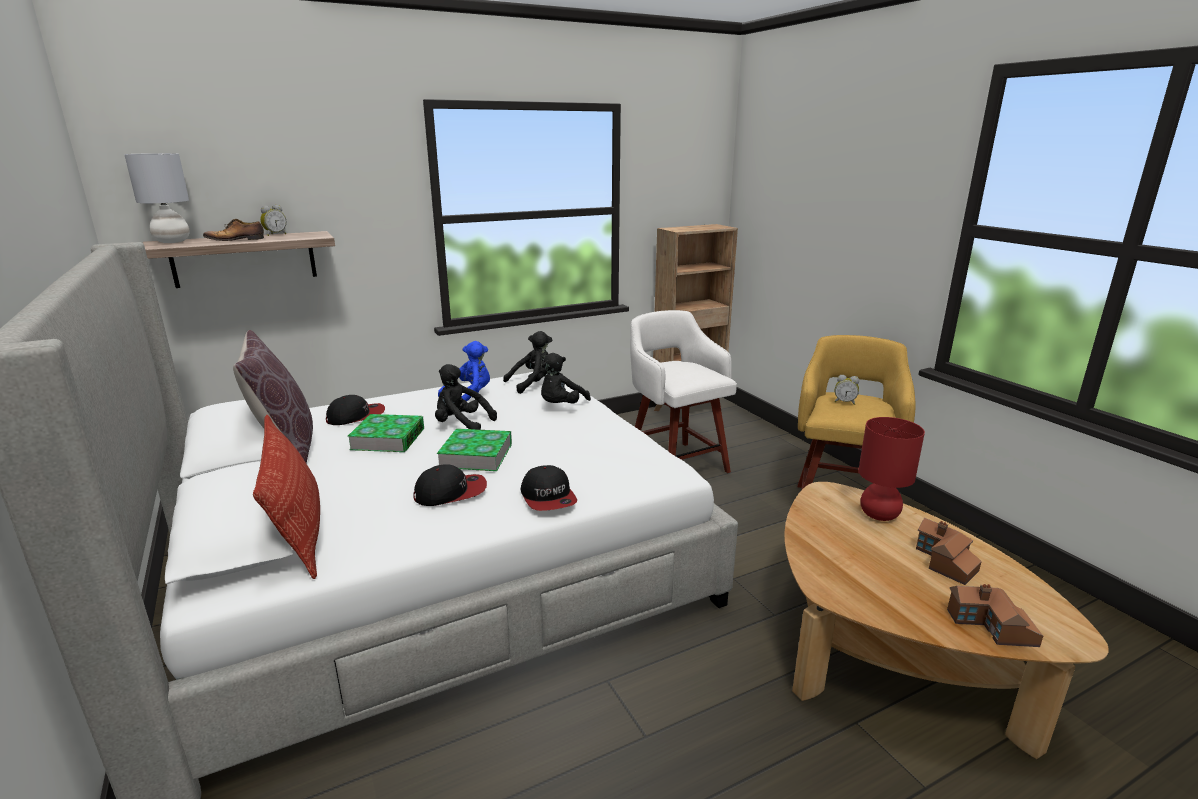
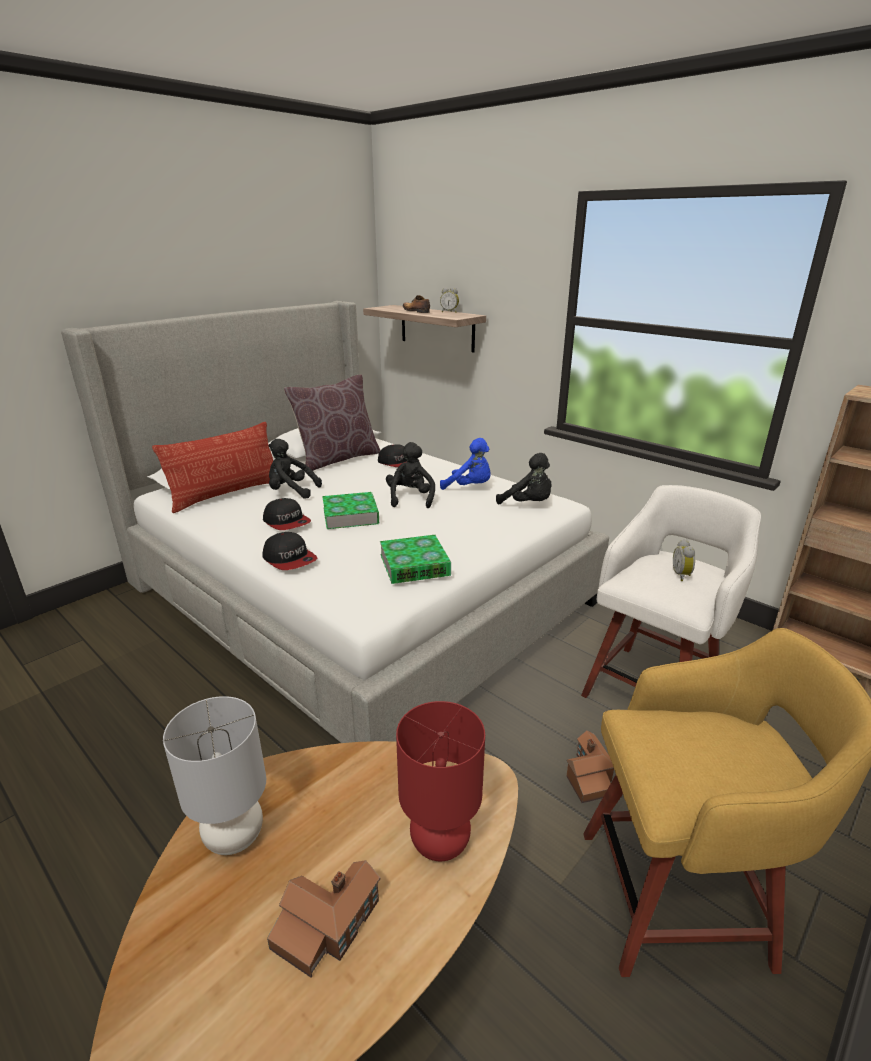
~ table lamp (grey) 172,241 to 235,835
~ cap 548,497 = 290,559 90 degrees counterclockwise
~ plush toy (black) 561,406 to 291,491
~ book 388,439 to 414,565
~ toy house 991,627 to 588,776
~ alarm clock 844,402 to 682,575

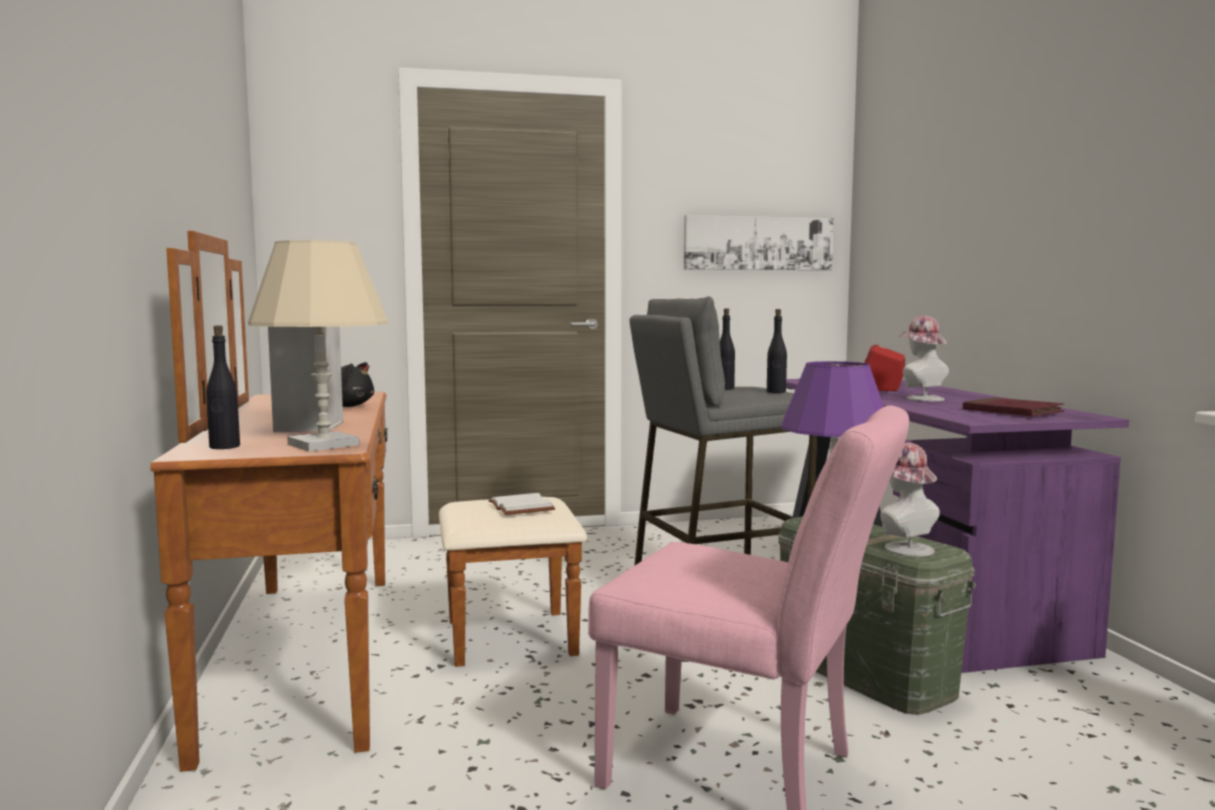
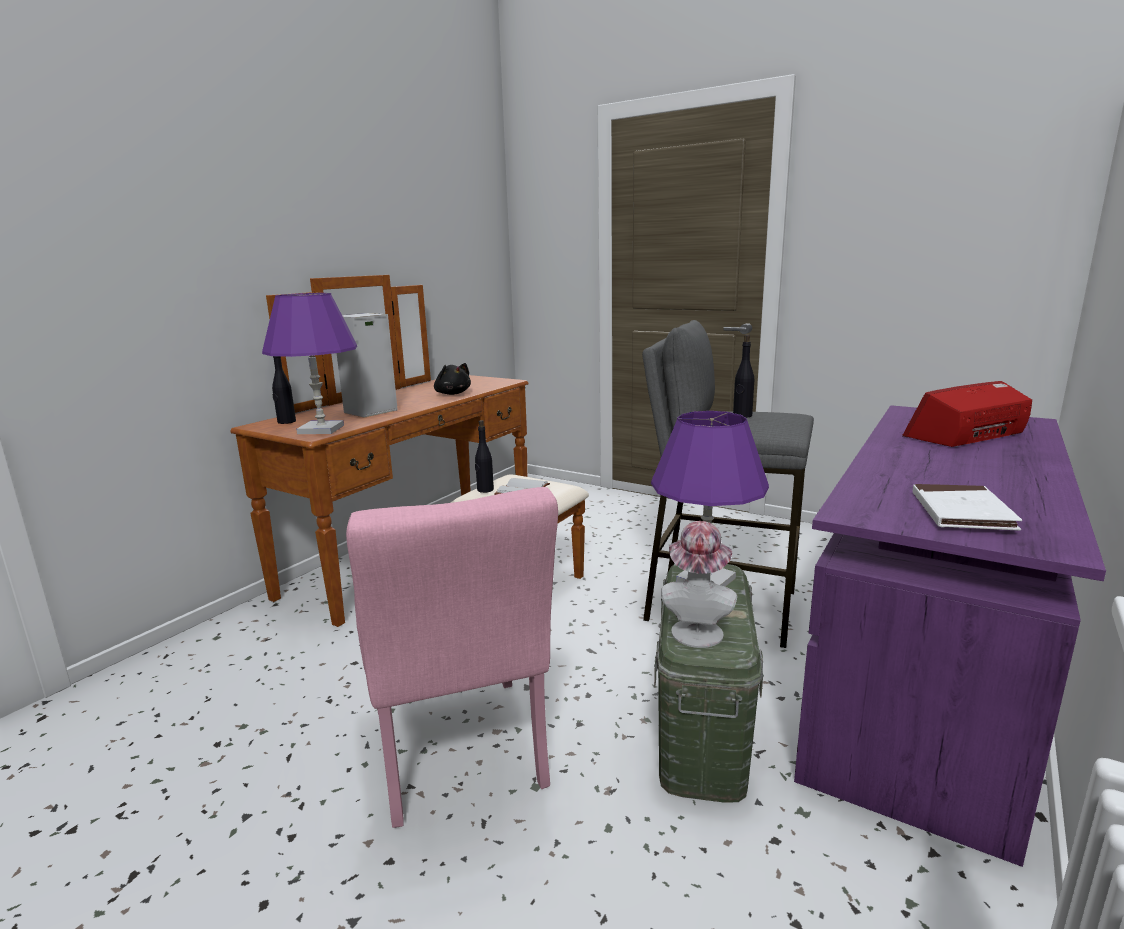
~ table lamp (beige) 324,444 to table lamp (purple) 321,429
~ bottle (black) 776,391 to 485,490
~ book (red) 1012,412 to book (white) 961,512
- picture 757,243
- hat 920,398

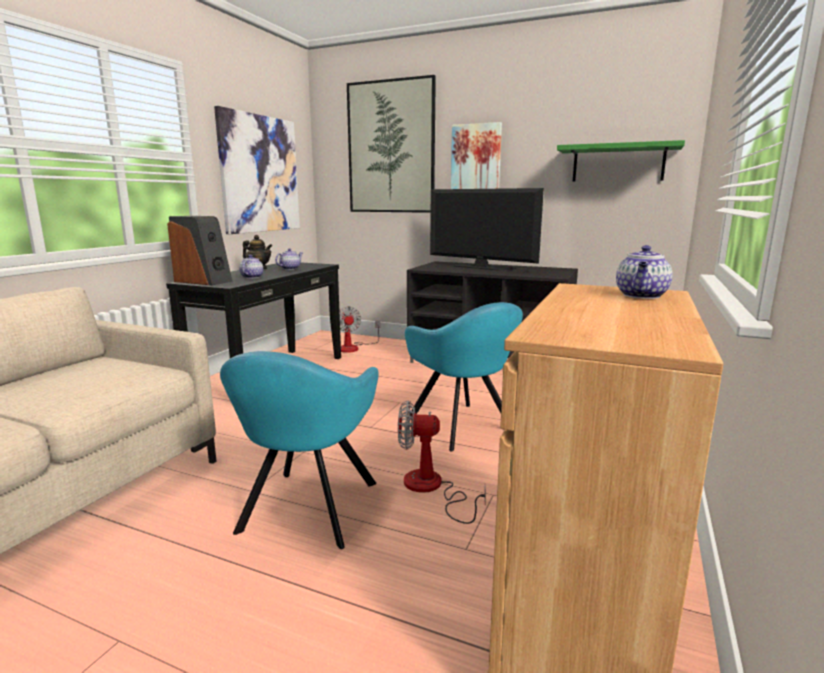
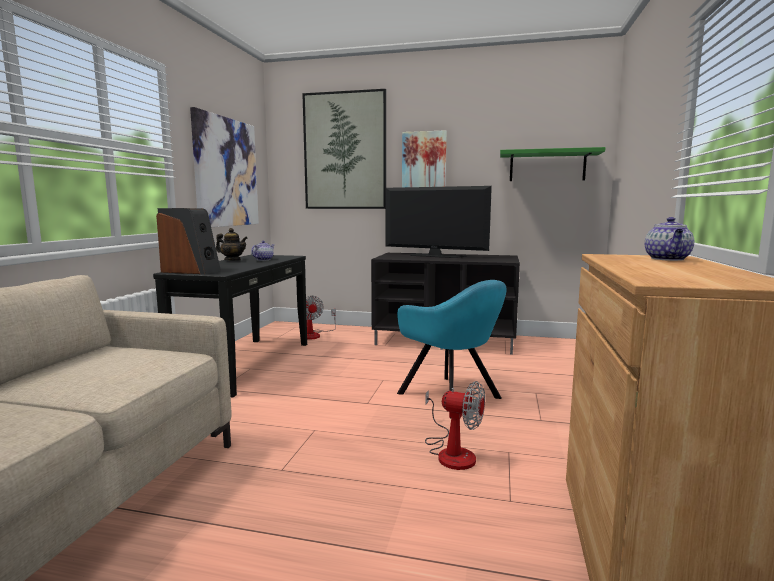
~ fan 431,489 = 451,452 150 degrees counterclockwise
- armchair (turquoise) 307,510
- teapot 252,277

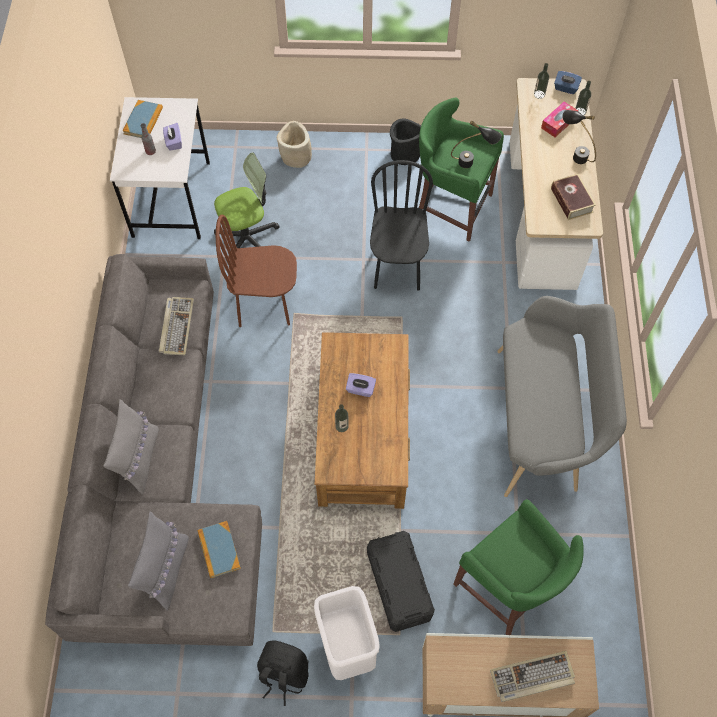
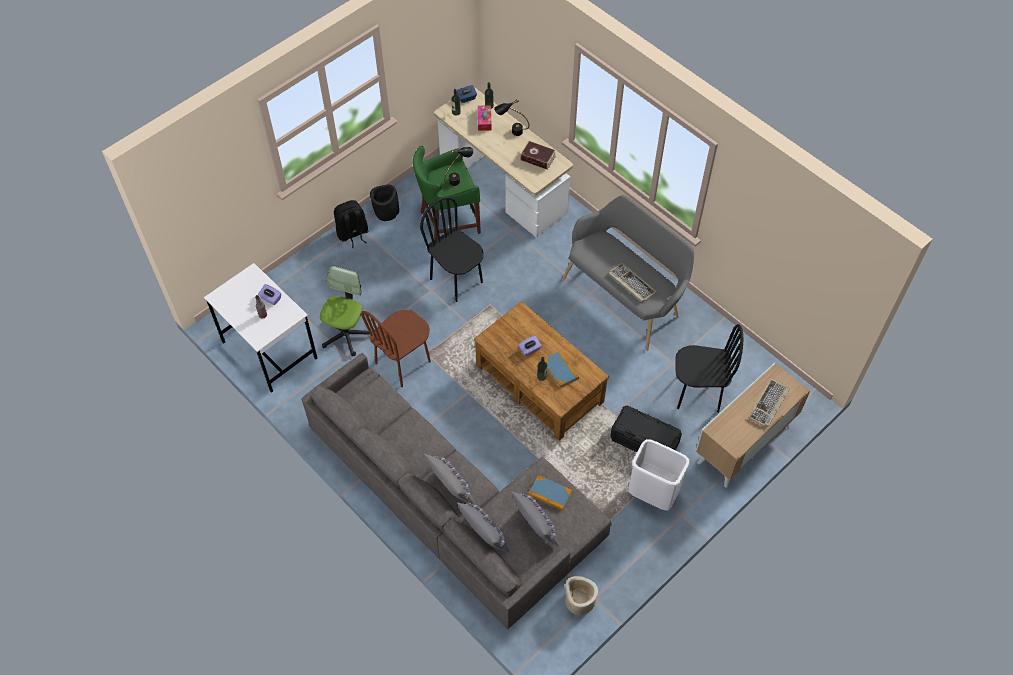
~ backpack (black) 283,674 to 352,234
+ pillow (grey) 483,537
~ book 143,121 to 560,370
~ planter (beige) 296,157 to 579,601
~ keyboard 176,326 to 631,283
~ stool (green) 508,589 to chair (black) 697,394

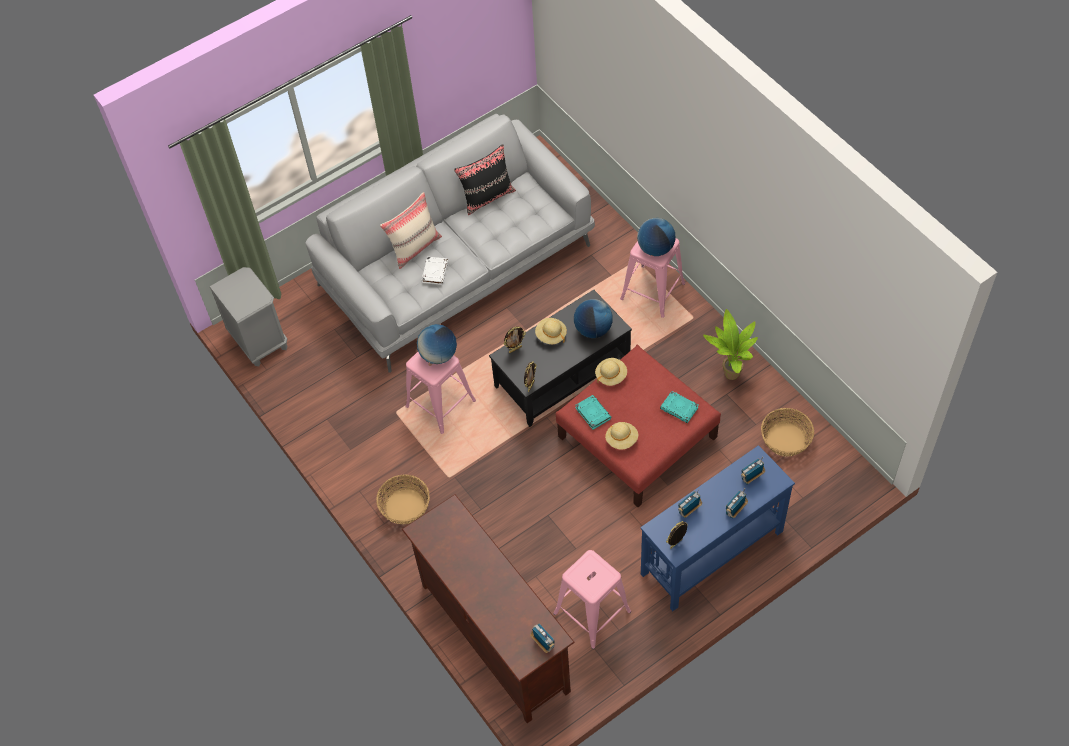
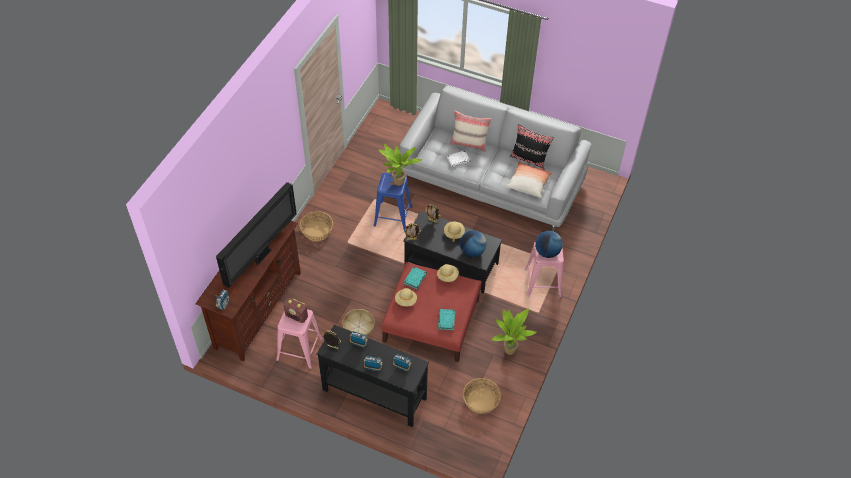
+ television 262,255
+ radio 297,316
~ console table (blue) 711,552 to console table (black) 374,393
+ basket 358,327
~ stool (pink) 440,404 to stool (blue) 393,216
~ globe 438,355 to potted plant 398,184
+ pillow 528,184
- nightstand (grey) 259,341

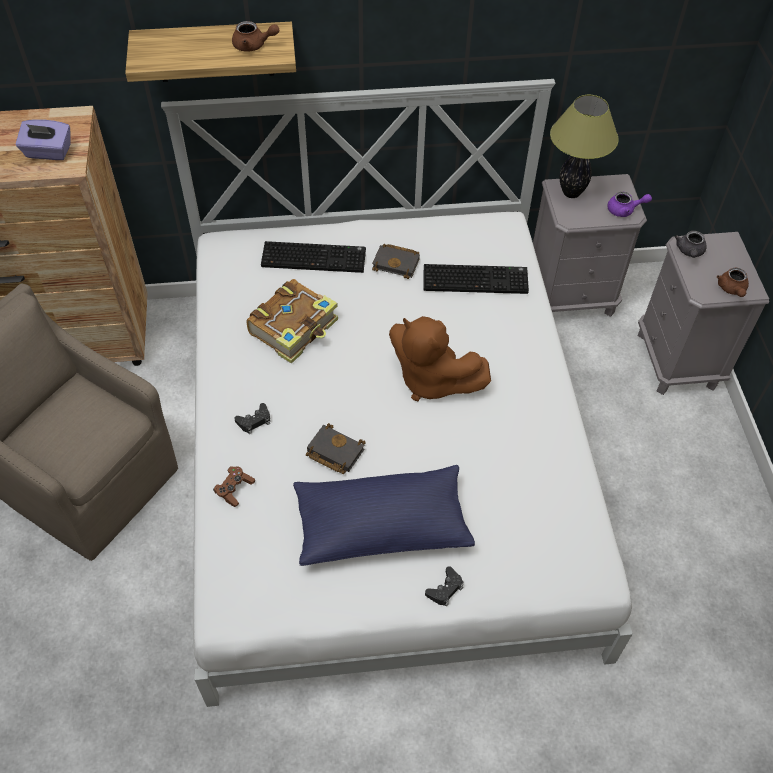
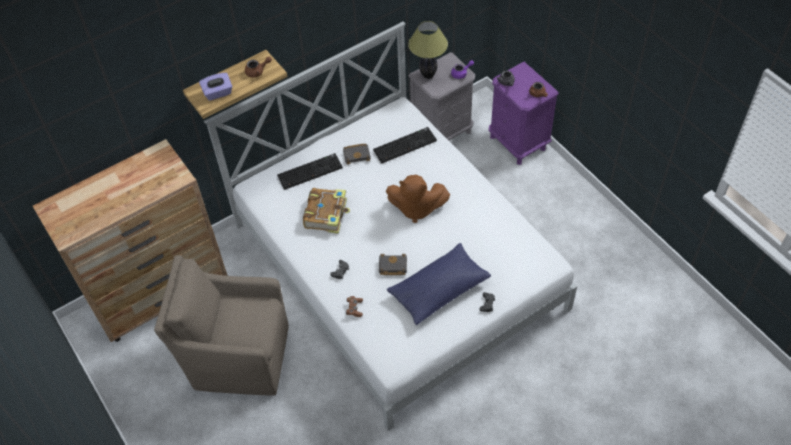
~ tissue box (purple) 48,152 to 218,93
~ nightstand (grey) 677,360 to nightstand (purple) 518,142

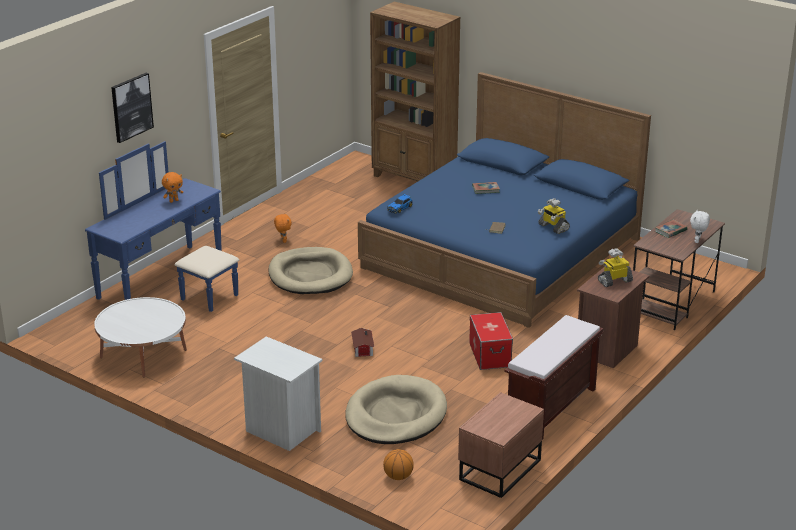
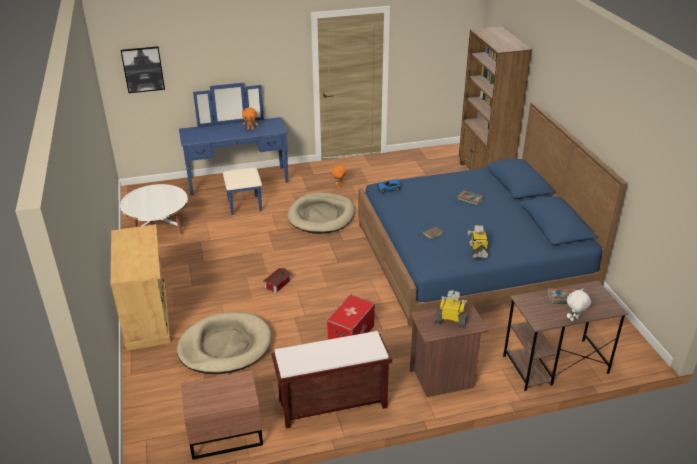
~ nightstand (white) 280,430 to cabinet (beige) 147,317
~ picture 131,107 to 143,69
- basketball 398,476

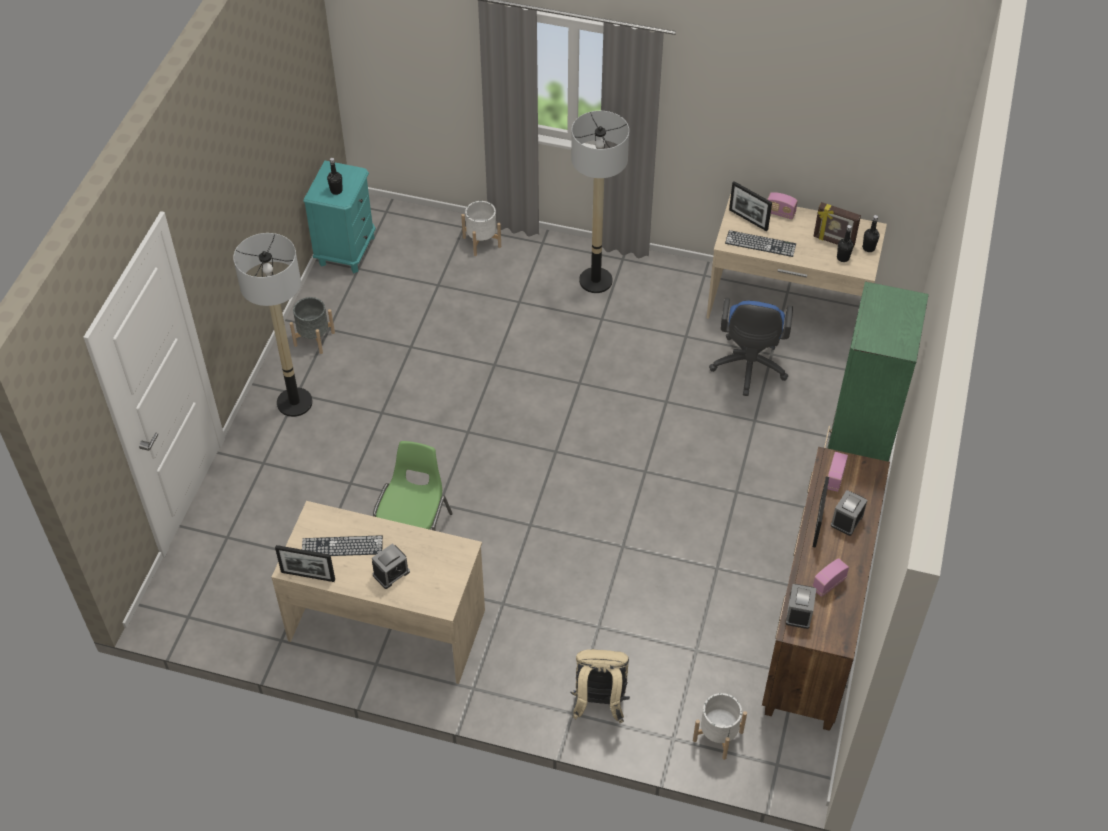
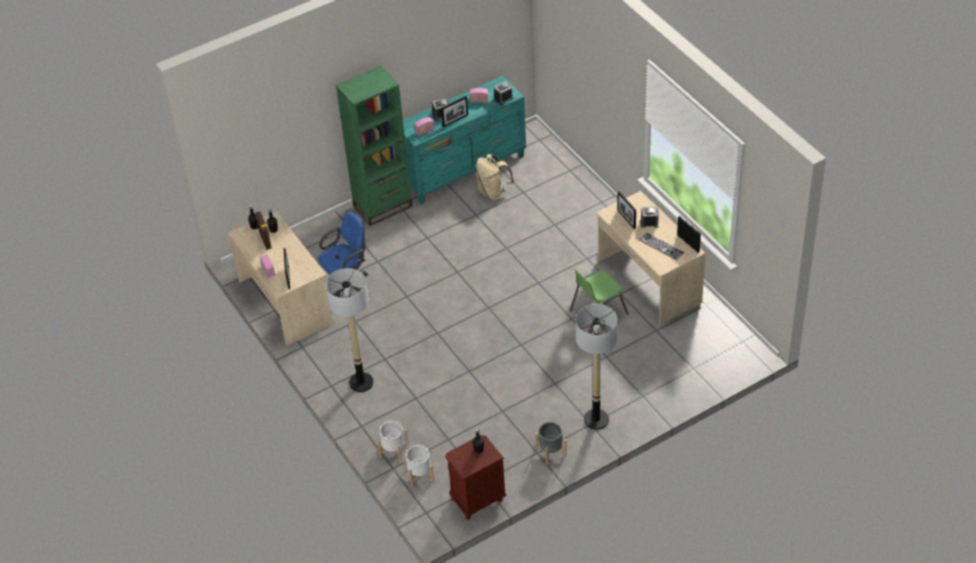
~ dresser (brown) 814,628 to dresser (turquoise) 464,170
~ planter (white) 717,736 to 420,475
~ nightstand (turquoise) 346,250 to nightstand (brown) 477,500
~ backpack (beige) 599,703 to 493,193
+ picture frame 626,219
- keyboard 760,243

